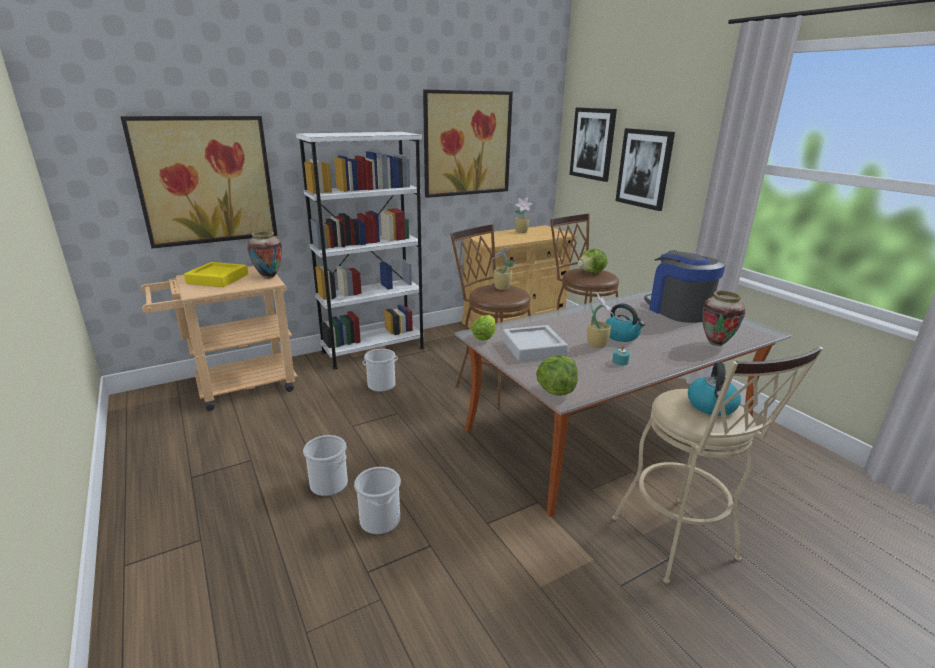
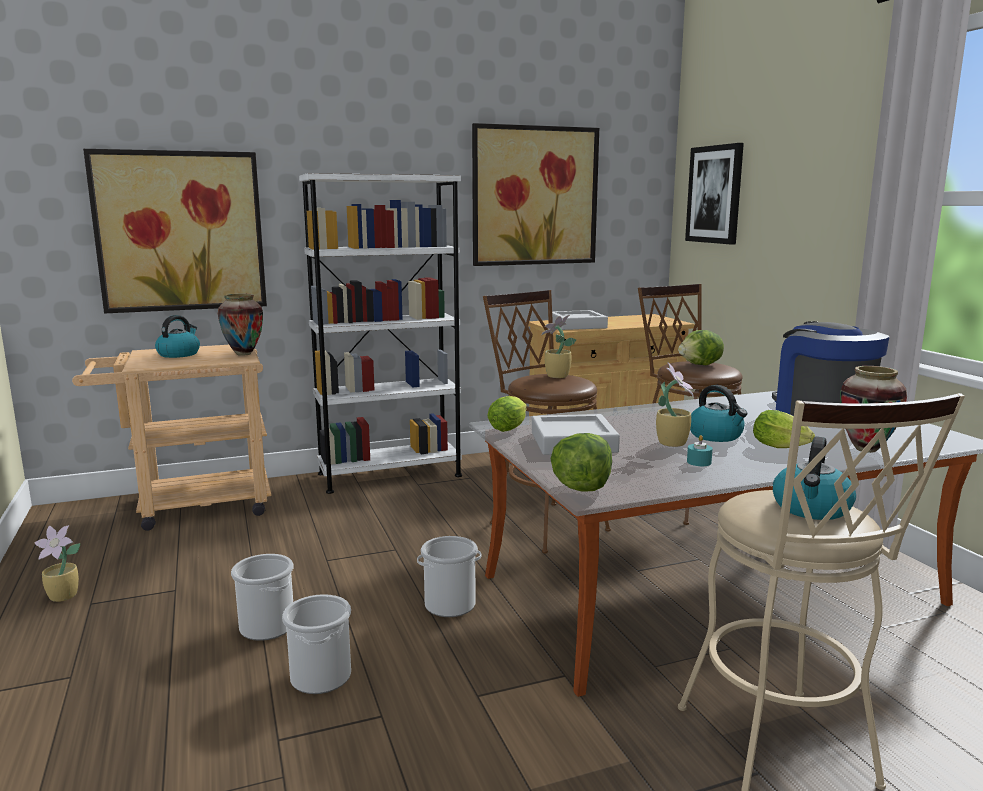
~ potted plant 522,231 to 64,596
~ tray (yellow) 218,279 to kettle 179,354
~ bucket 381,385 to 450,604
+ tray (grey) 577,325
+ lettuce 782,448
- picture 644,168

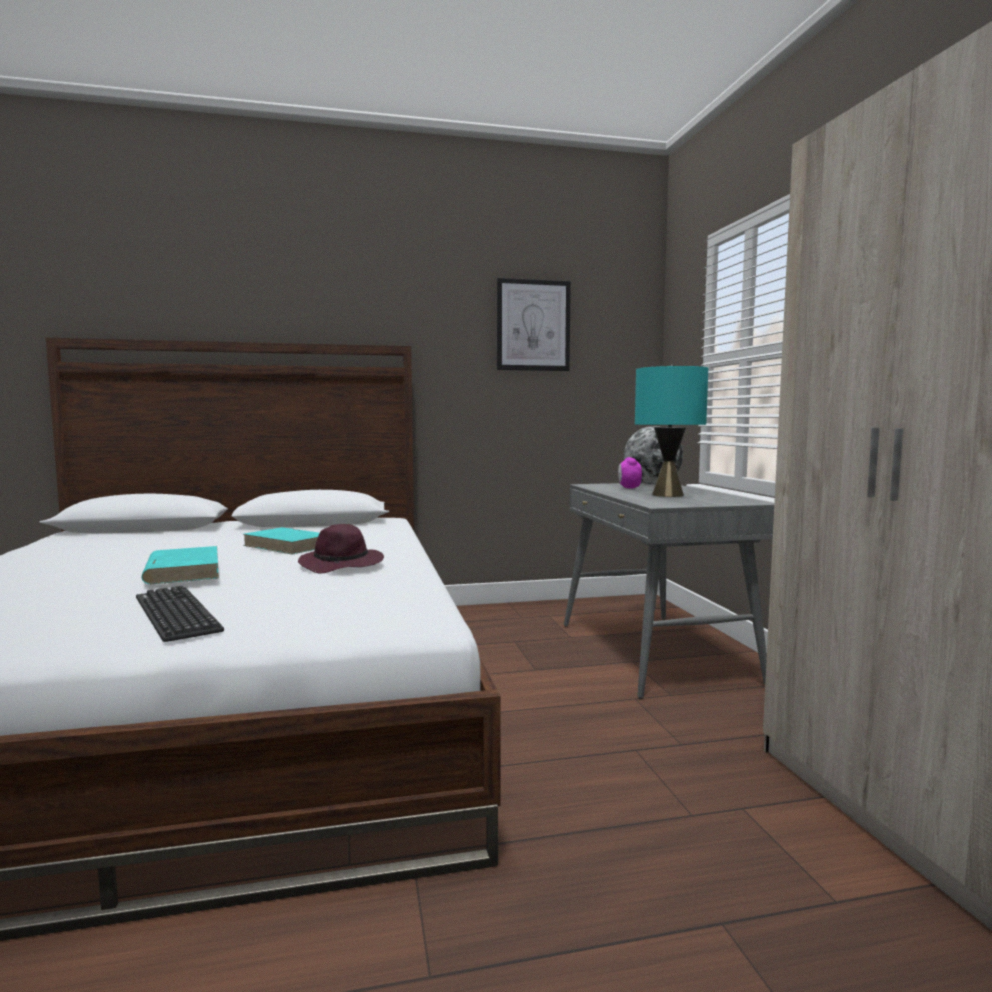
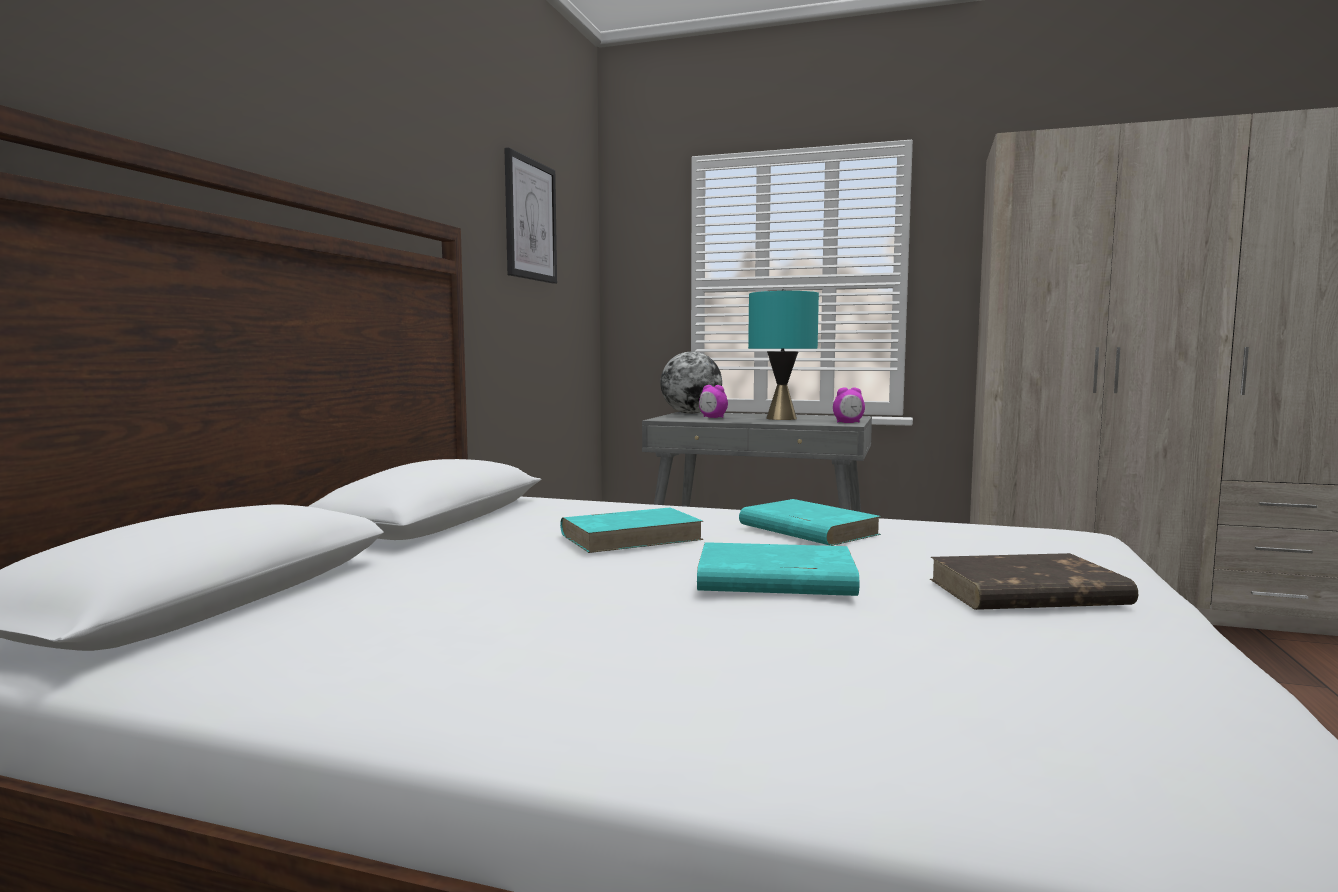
~ hat (purple) 342,565 to book (turquoise) 807,529
+ alarm clock 848,423
~ keyboard 176,614 to book (brown) 1025,593

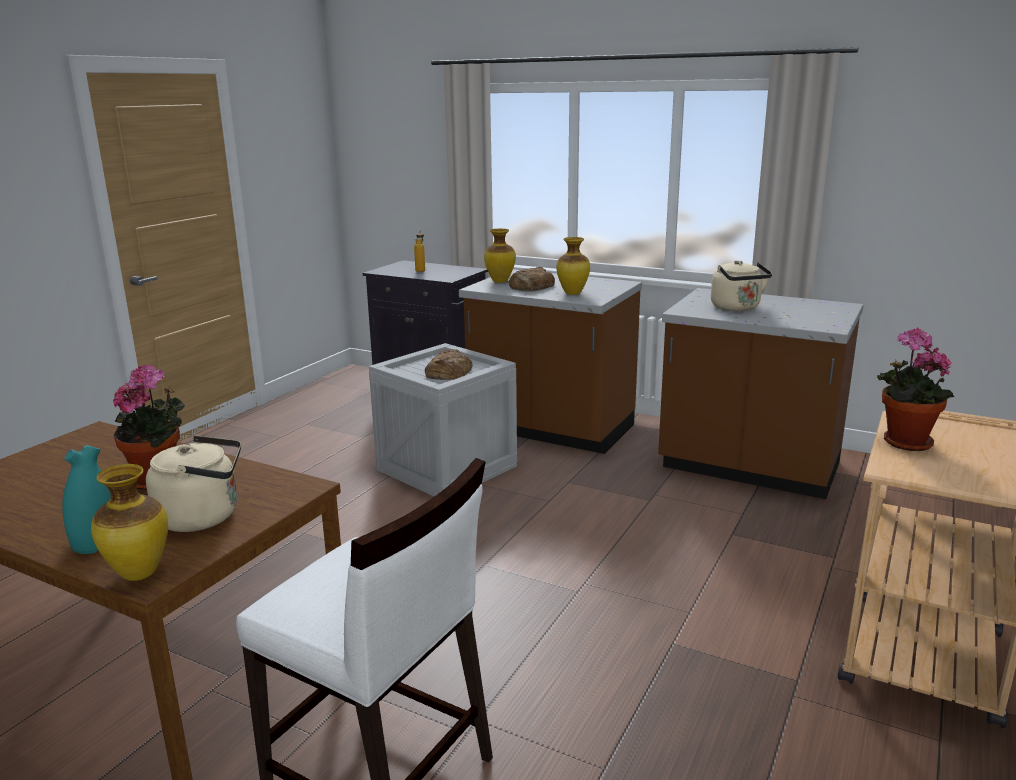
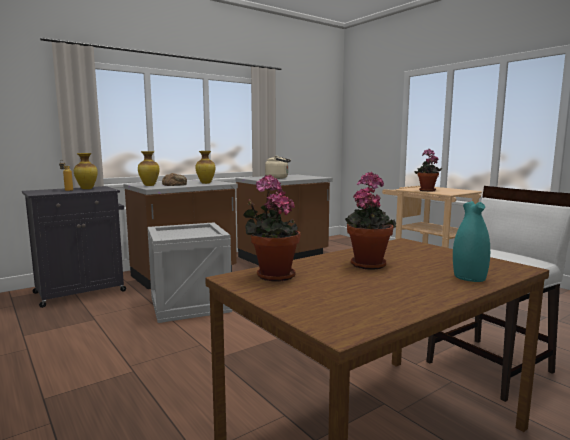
~ vase 138,574 to 87,189
+ potted plant 272,275
- kettle (beige) 204,516
- bread 448,372

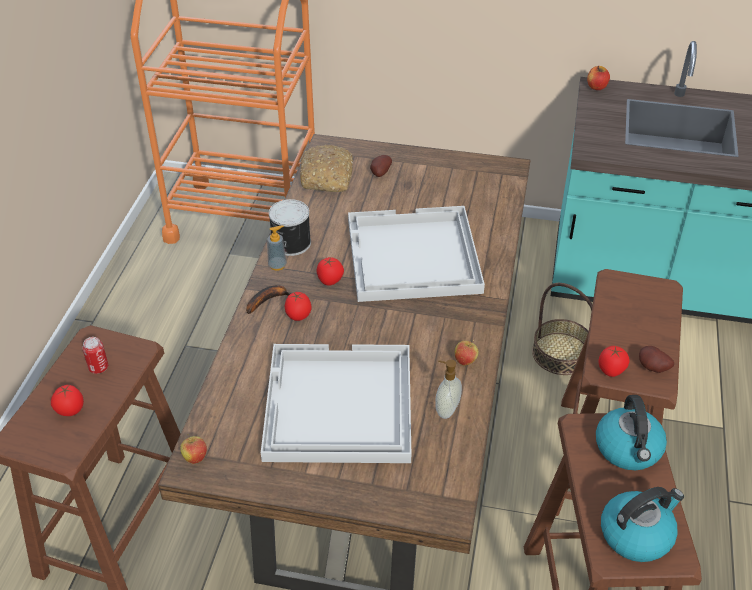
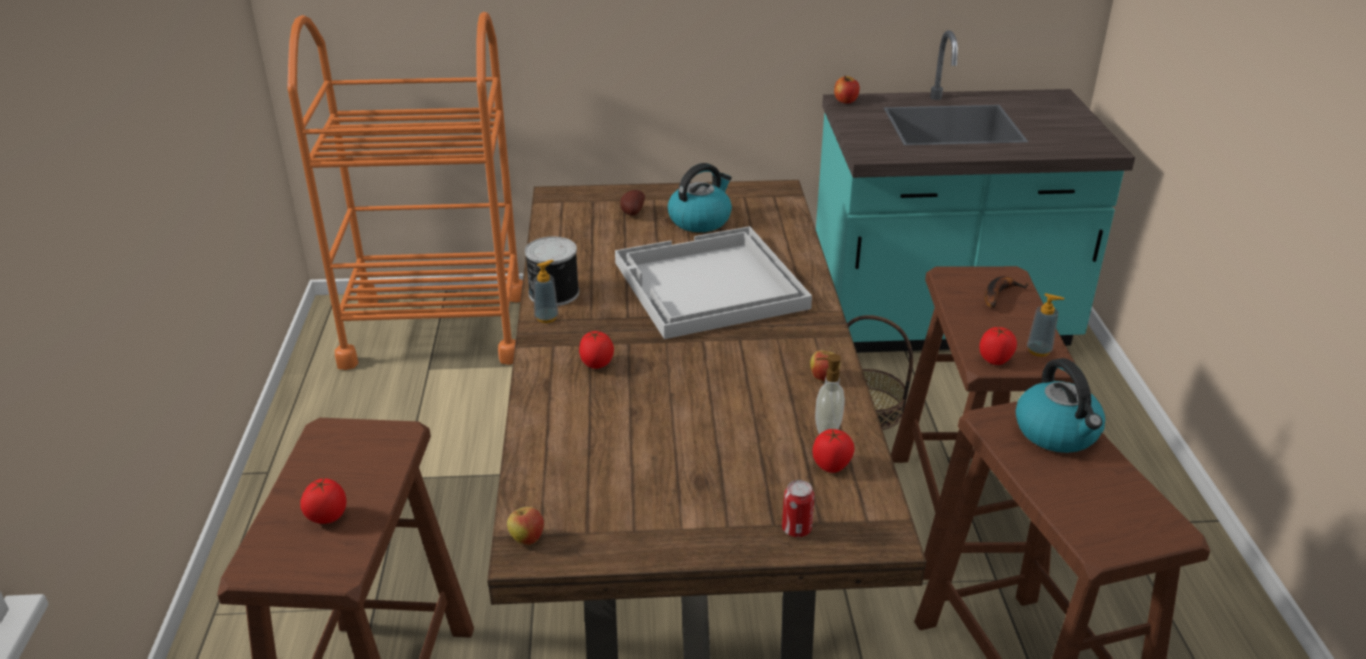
~ kettle 636,534 to 700,220
~ can 98,367 to 796,529
~ tomato 330,281 to 832,466
~ banana 268,300 to 998,294
~ potato 652,368 to soap dispenser 1039,351
- tray (white) 337,406
- bread 327,177

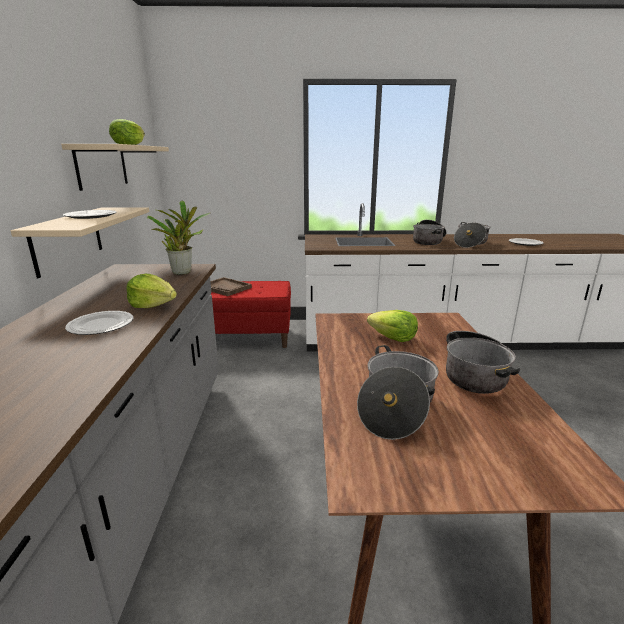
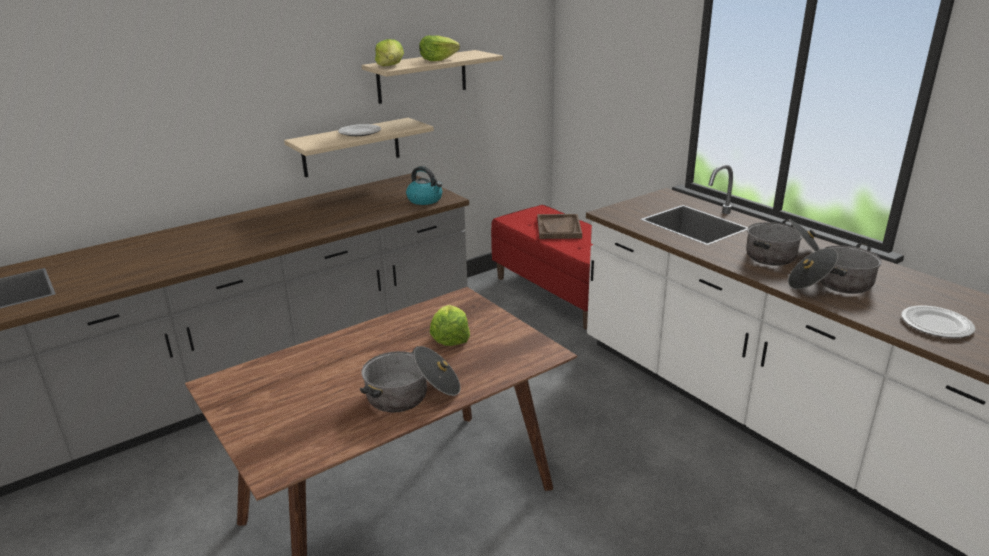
~ lettuce 153,305 to 390,66
~ potted plant 183,272 to kettle 425,200
- plate 100,325
- cooking pot 396,407

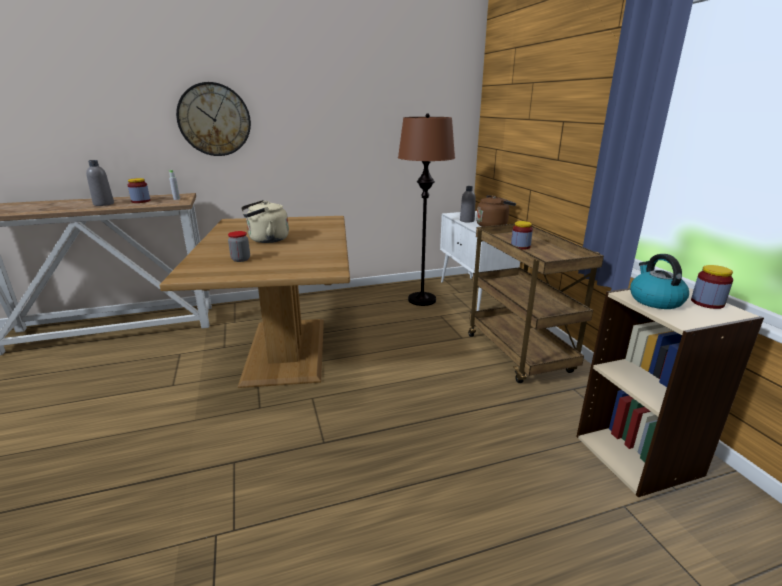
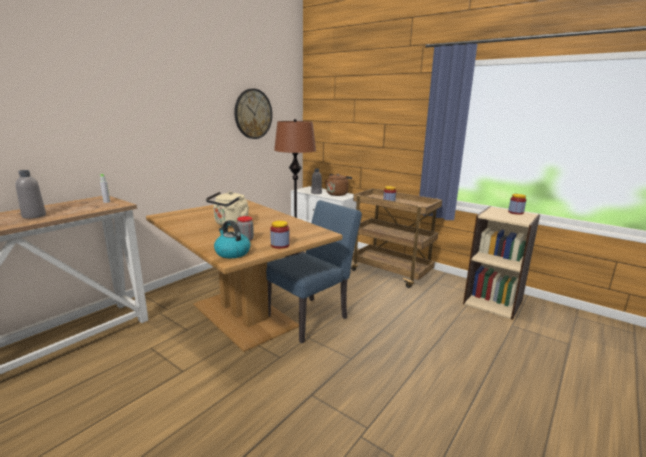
~ kettle 654,300 to 232,253
~ wall clock 214,119 to 253,114
+ chair (blue) 312,316
~ jar 141,201 to 280,245

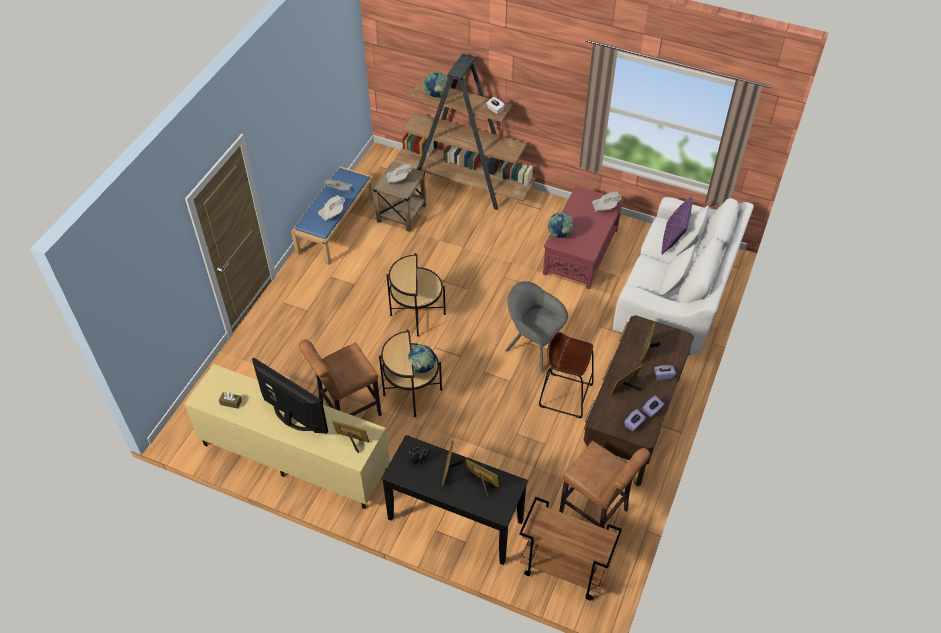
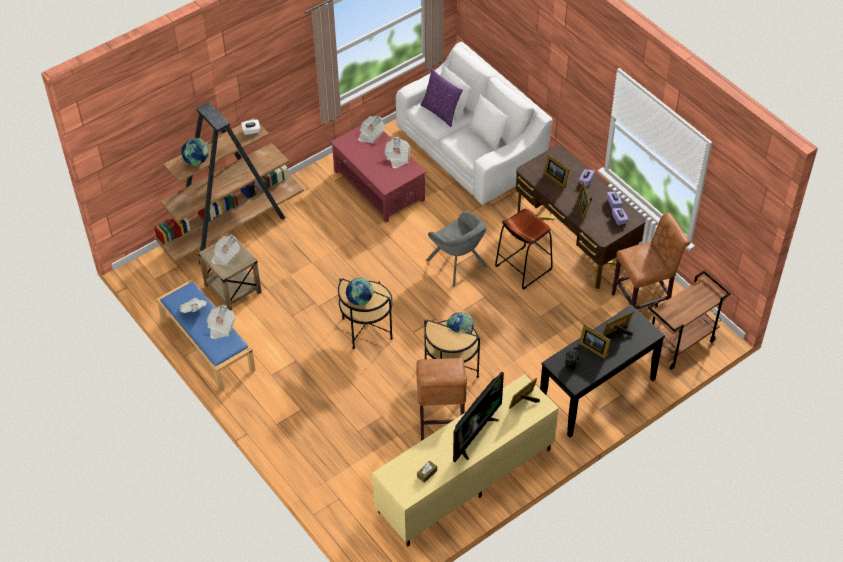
~ globe 559,234 to 360,301
+ newspaper 397,158
~ armchair (grey) 533,345 = 458,264 105 degrees counterclockwise
~ television 292,419 = 474,434 150 degrees clockwise

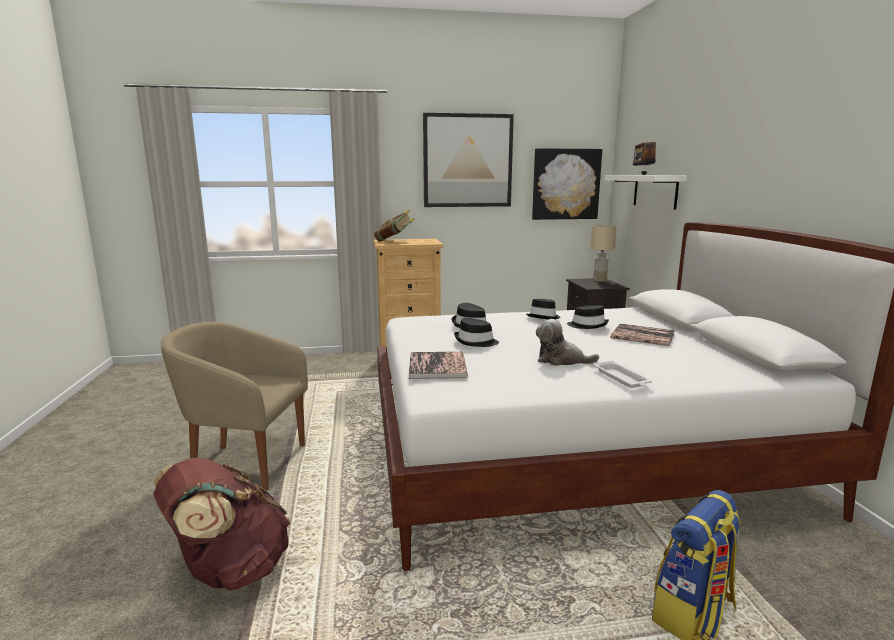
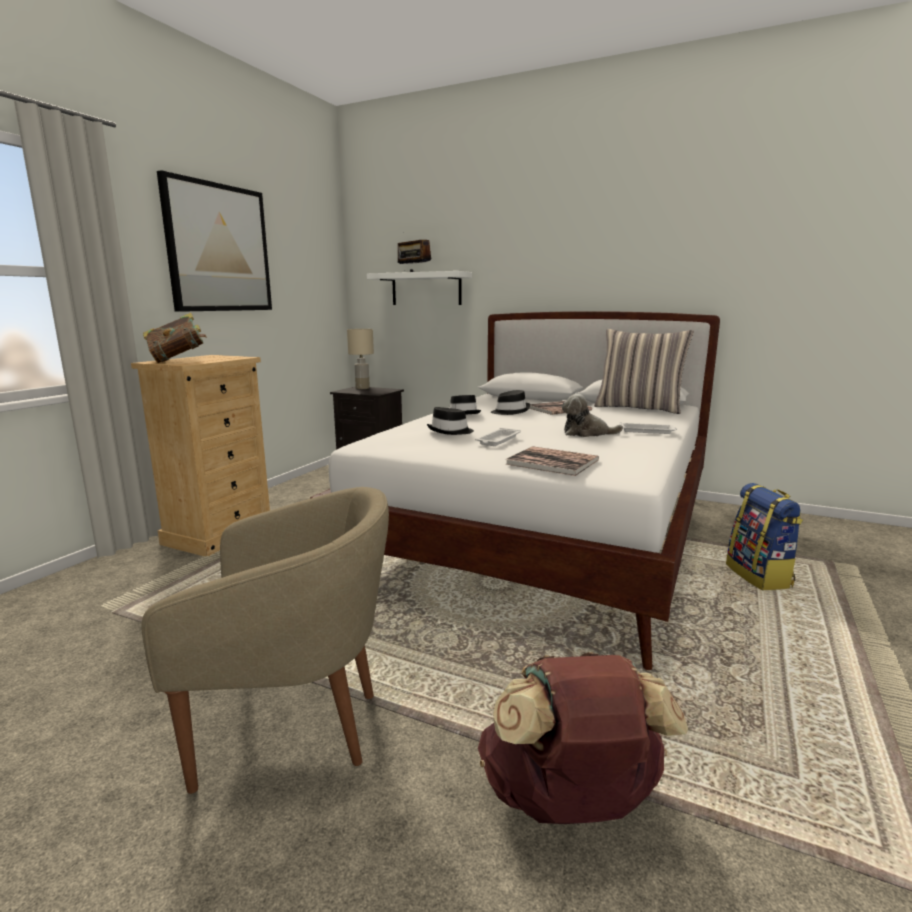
~ armchair (beige) 245,463 = 296,729 135 degrees counterclockwise
~ hat (black) 475,342 to tray (white) 497,440
~ plush toy 561,360 = 586,433 45 degrees clockwise
+ pillow 639,408
- picture 565,184

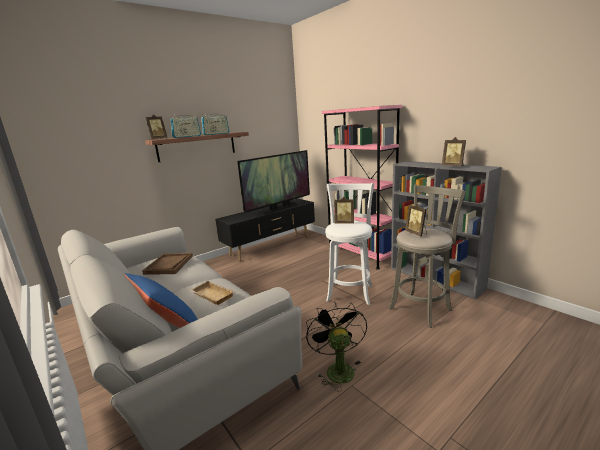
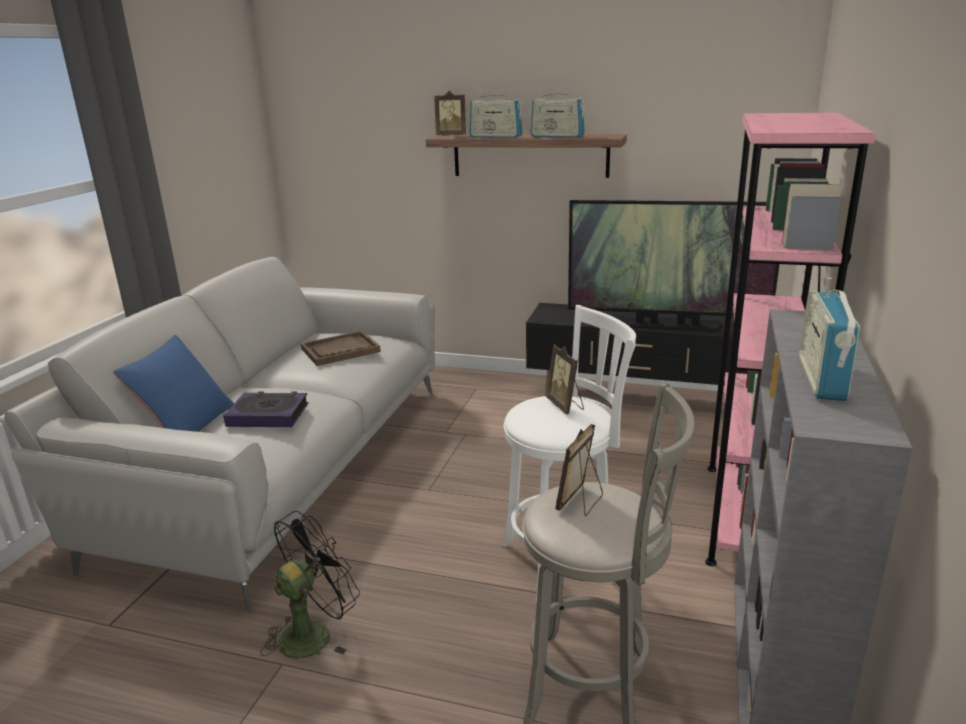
~ tray (beige) 211,296 to book 268,415
~ picture frame 453,166 to radio 821,378

